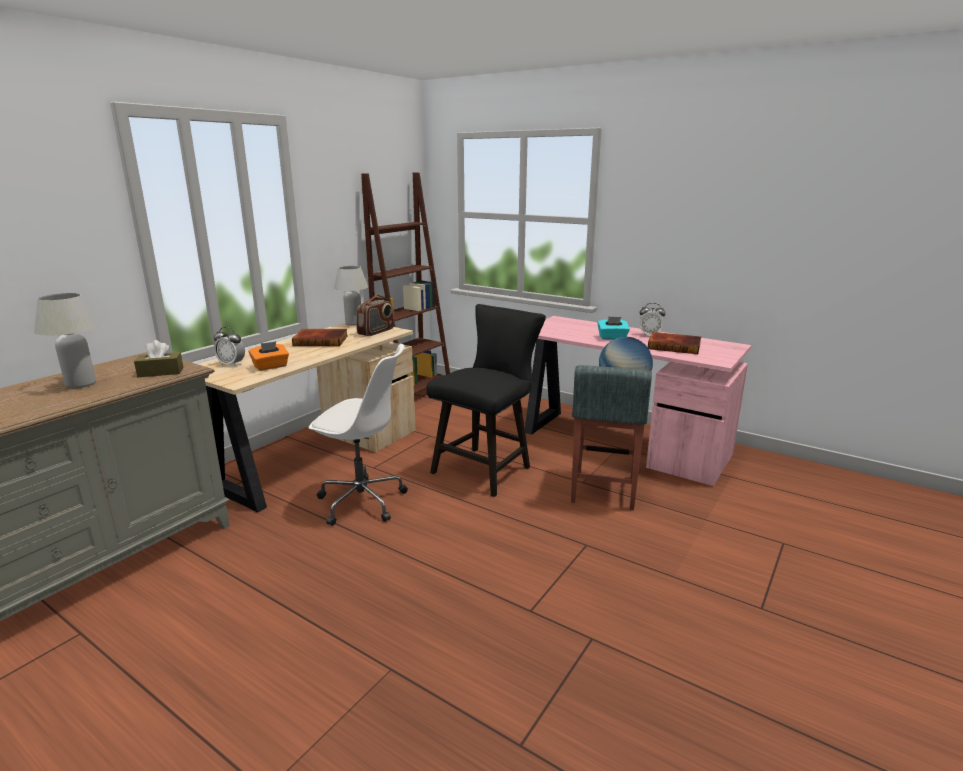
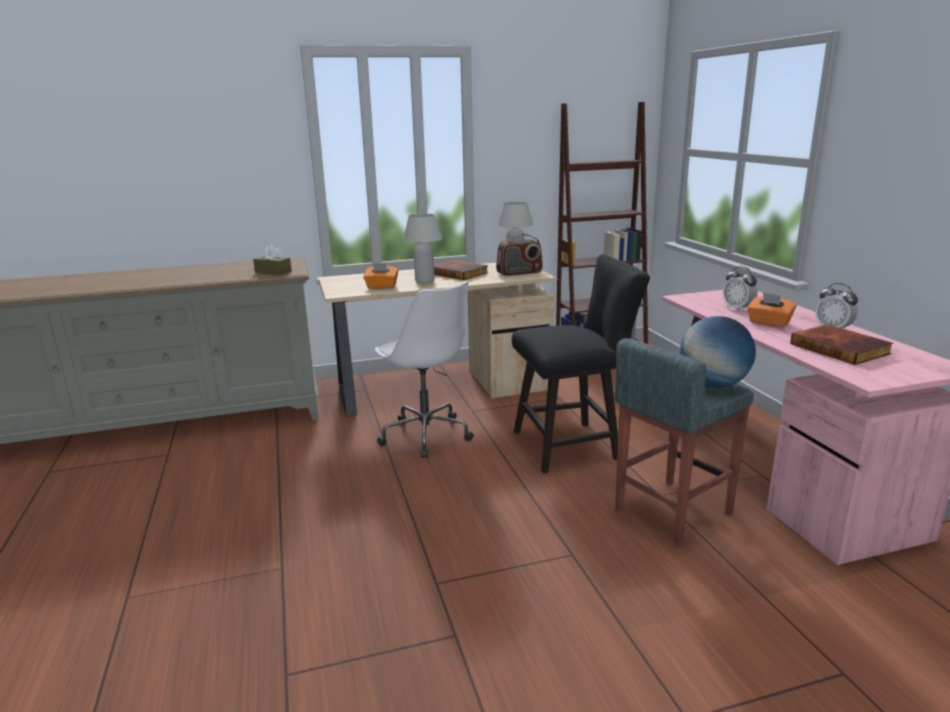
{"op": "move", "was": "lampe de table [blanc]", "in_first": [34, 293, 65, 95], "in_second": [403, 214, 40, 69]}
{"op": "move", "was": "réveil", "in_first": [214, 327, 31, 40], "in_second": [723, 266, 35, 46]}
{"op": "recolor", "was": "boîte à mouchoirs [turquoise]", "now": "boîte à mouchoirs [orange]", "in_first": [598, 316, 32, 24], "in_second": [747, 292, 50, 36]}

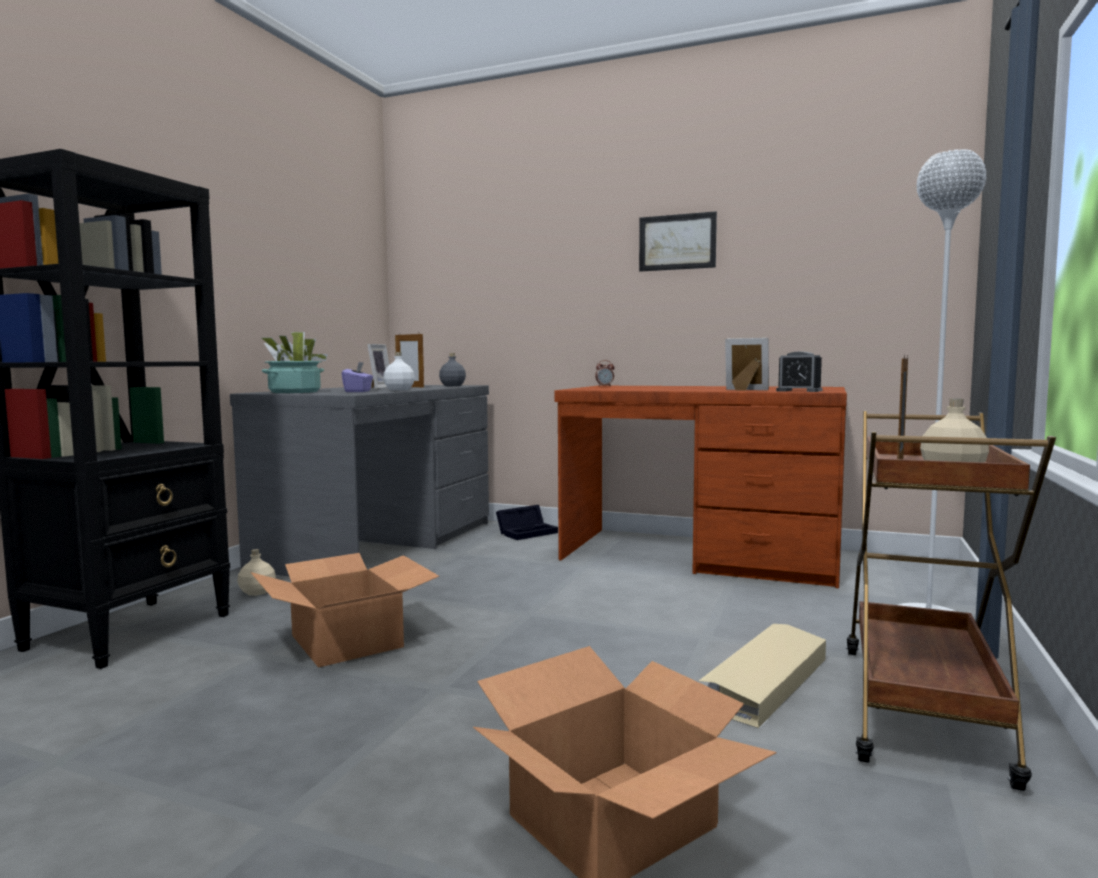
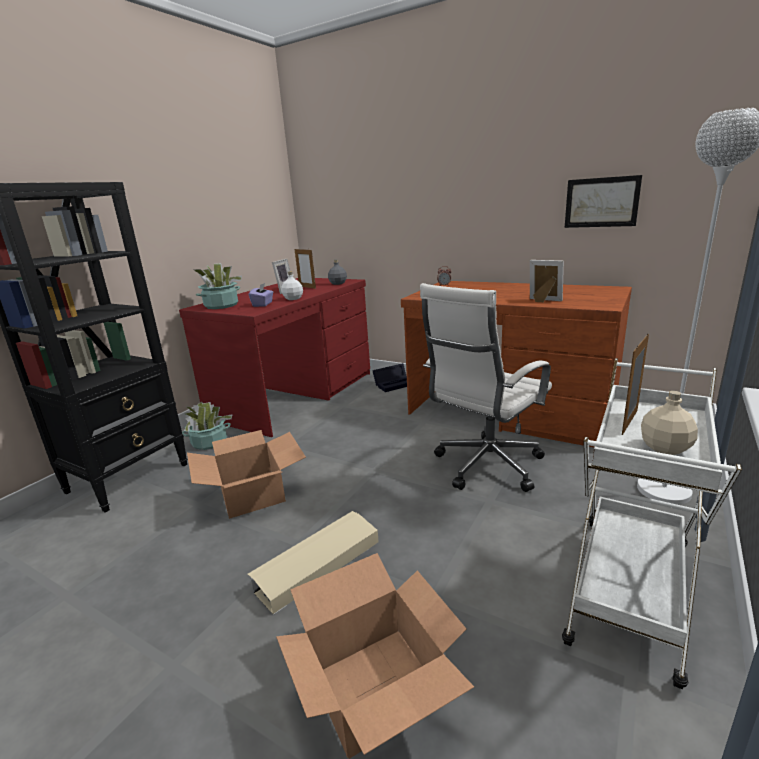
{"op": "recolor", "was": "bureau [gris]", "now": "bureau [rouge]", "in_first": [230, 385, 259, 191], "in_second": [179, 278, 191, 159]}
{"op": "replace", "was": "bouteille [beige]", "now": "plante en pot", "in_first": [237, 549, 39, 47], "in_second": [182, 402, 51, 48]}
{"op": "move", "was": "boîte de rangement [beige]", "in_first": [699, 624, 127, 105], "in_second": [248, 511, 131, 104]}
{"op": "insert", "now": "chaise de bureau [blanc]", "in_second": [420, 283, 132, 209]}
{"op": "recolor", "was": "chariot [marron]", "now": "chariot [blanc]", "in_first": [846, 411, 210, 380], "in_second": [562, 358, 180, 331]}
{"op": "move", "was": "tableau", "in_first": [639, 211, 78, 61], "in_second": [565, 175, 77, 53]}
{"op": "delete", "was": "réveil", "in_first": [776, 351, 47, 41]}

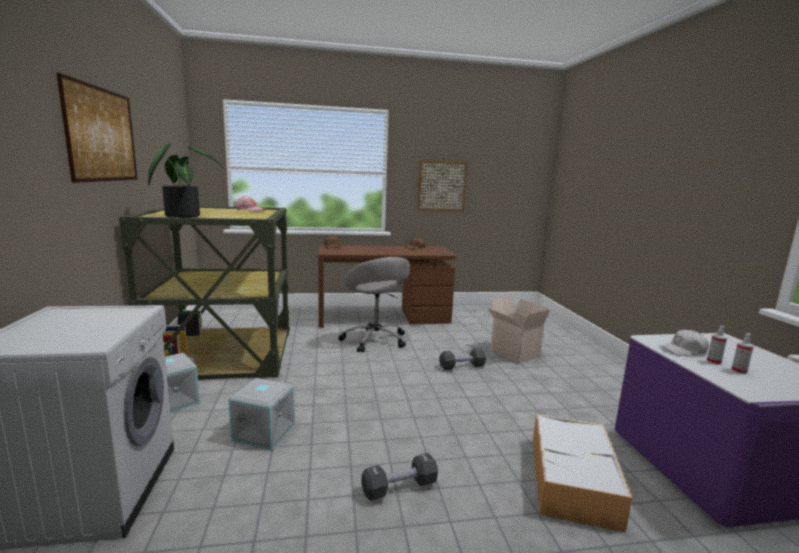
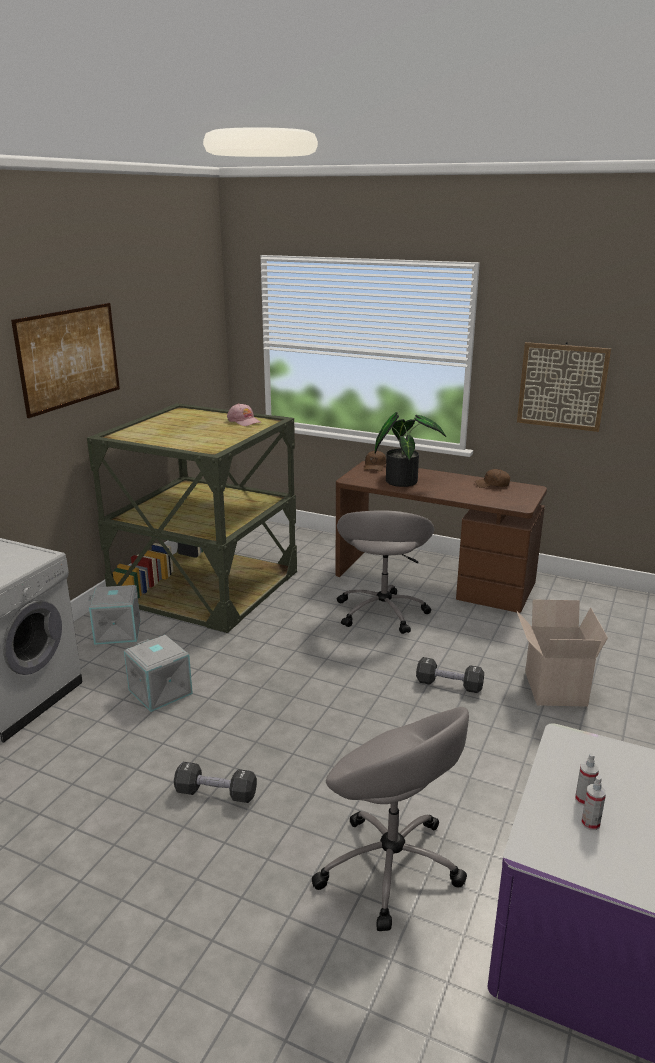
{"op": "replace", "was": "boîte de rangement", "now": "chaise de bureau [gris]", "in_first": [533, 414, 99, 119], "in_second": [312, 707, 157, 224]}
{"op": "move", "was": "plante en pot", "in_first": [148, 143, 76, 75], "in_second": [375, 412, 71, 75]}
{"op": "delete", "was": "casquette [blanc]", "in_first": [660, 330, 49, 26]}

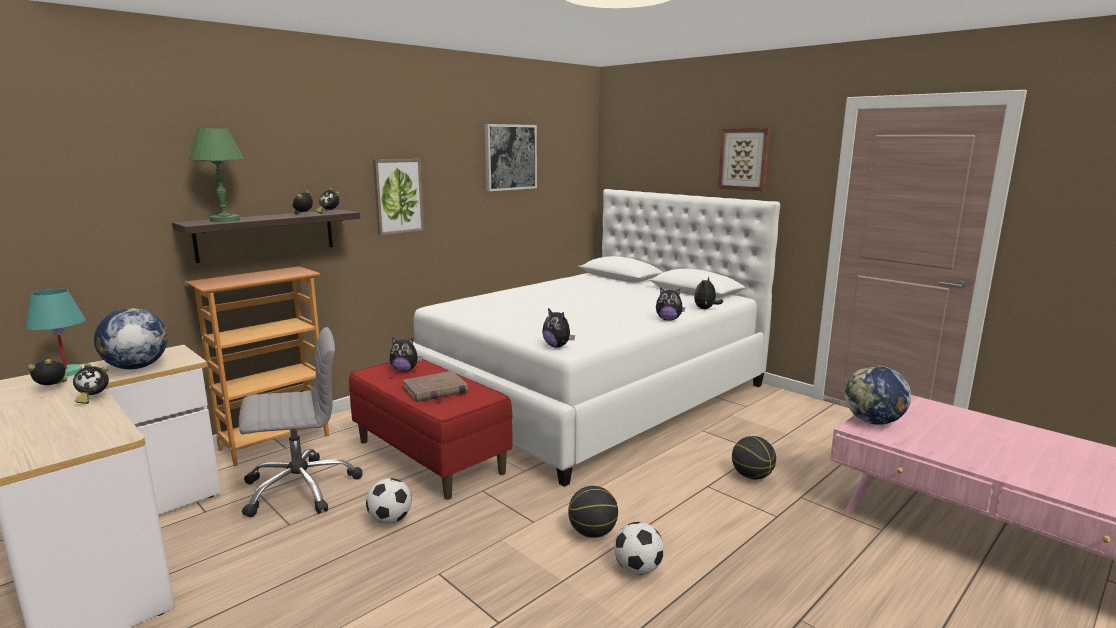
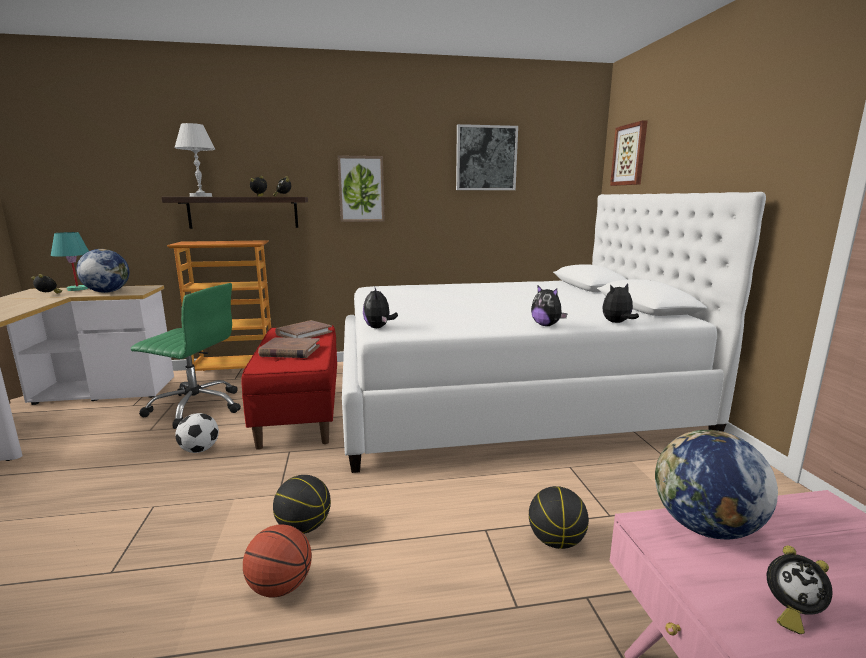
{"op": "recolor", "was": "chaise de bureau [gris]", "now": "chaise de bureau [vert]", "in_first": [239, 327, 124, 190], "in_second": [131, 283, 110, 146]}
{"op": "recolor", "was": "lampe de table [vert]", "now": "lampe de table [blanc]", "in_first": [189, 128, 55, 94], "in_second": [174, 123, 41, 74]}
{"op": "replace", "was": "ballon de foot", "now": "ballon de basket", "in_first": [614, 522, 50, 53], "in_second": [243, 524, 69, 74]}
{"op": "replace", "was": "peluche", "now": "livre [marron]", "in_first": [390, 338, 32, 34], "in_second": [275, 320, 57, 18]}
{"op": "move", "was": "tableau", "in_first": [718, 128, 52, 63], "in_second": [610, 120, 38, 66]}
{"op": "move", "was": "réveil", "in_first": [73, 363, 36, 41], "in_second": [767, 545, 66, 89]}

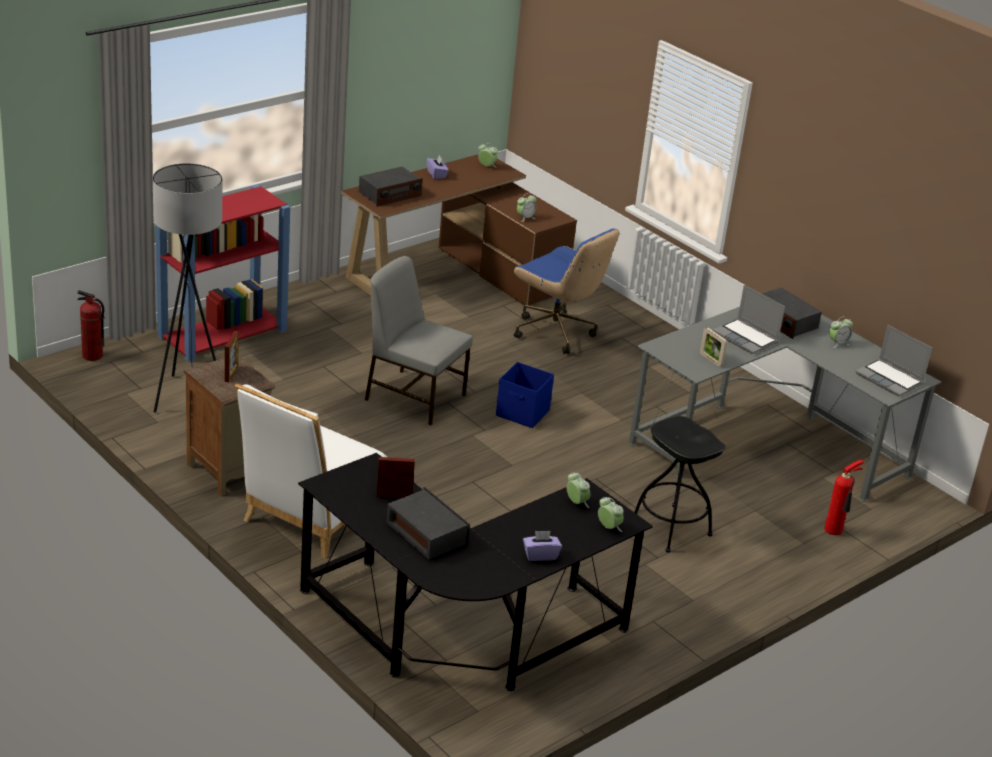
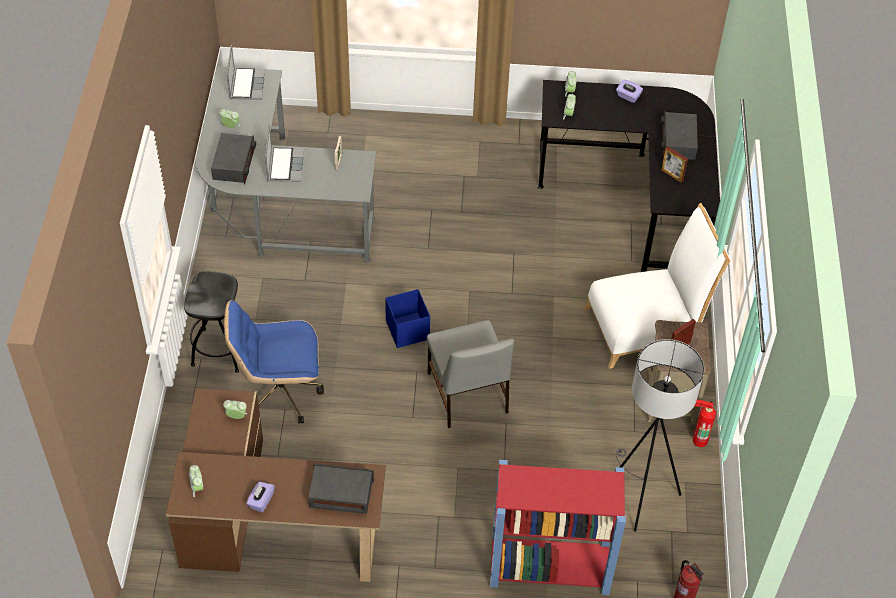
{"op": "move", "was": "tabouret [noir]", "in_first": [634, 416, 92, 137], "in_second": [184, 271, 55, 102]}
{"op": "rotate", "was": "chaise de bureau [bleu]", "in_first": [514, 229, 105, 125], "in_second": [224, 300, 100, 123], "clockwise": -90}
{"op": "move", "was": "extincteur", "in_first": [824, 460, 40, 75], "in_second": [693, 400, 23, 47]}

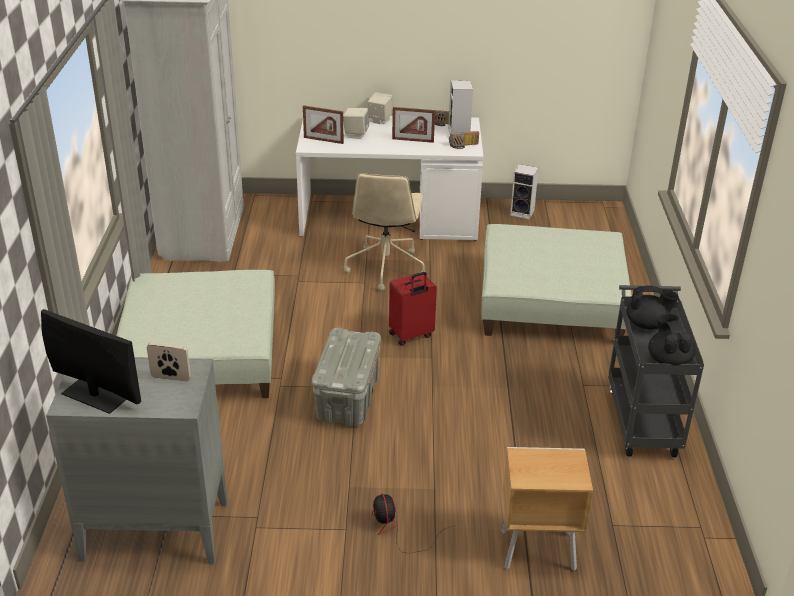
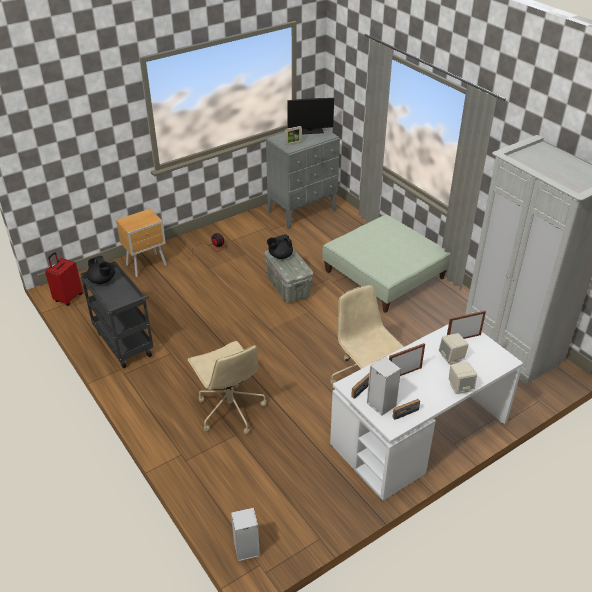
{"op": "move", "was": "valise [rouge]", "in_first": [389, 272, 48, 74], "in_second": [45, 252, 38, 54]}
{"op": "replace", "was": "pouf [vert]", "now": "chaise de bureau [beige]", "in_first": [481, 224, 151, 112], "in_second": [188, 341, 79, 93]}
{"op": "move", "was": "enceinte", "in_first": [510, 164, 29, 56], "in_second": [231, 507, 29, 55]}
{"op": "move", "was": "théière [noir]", "in_first": [626, 285, 53, 44], "in_second": [267, 234, 26, 25]}

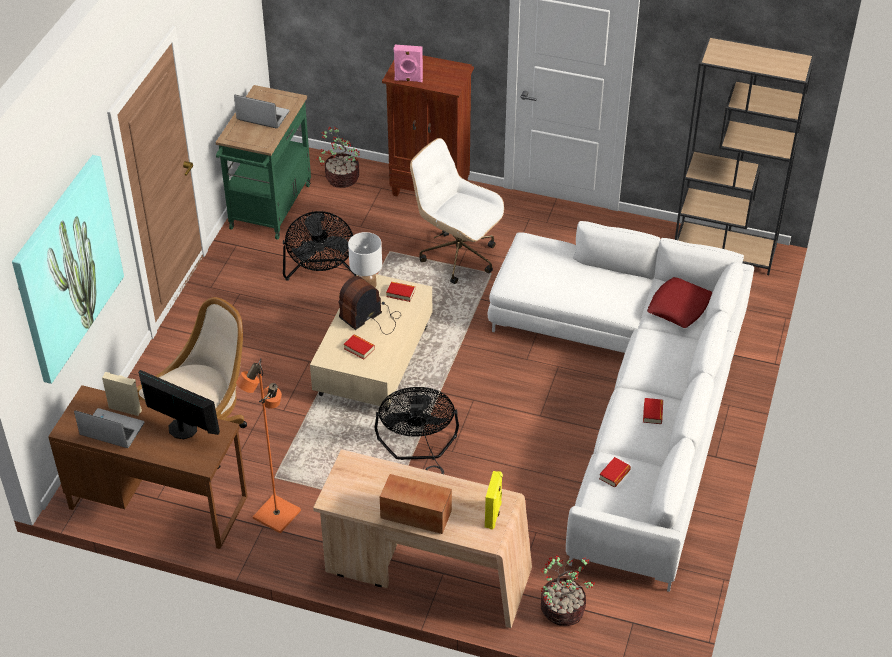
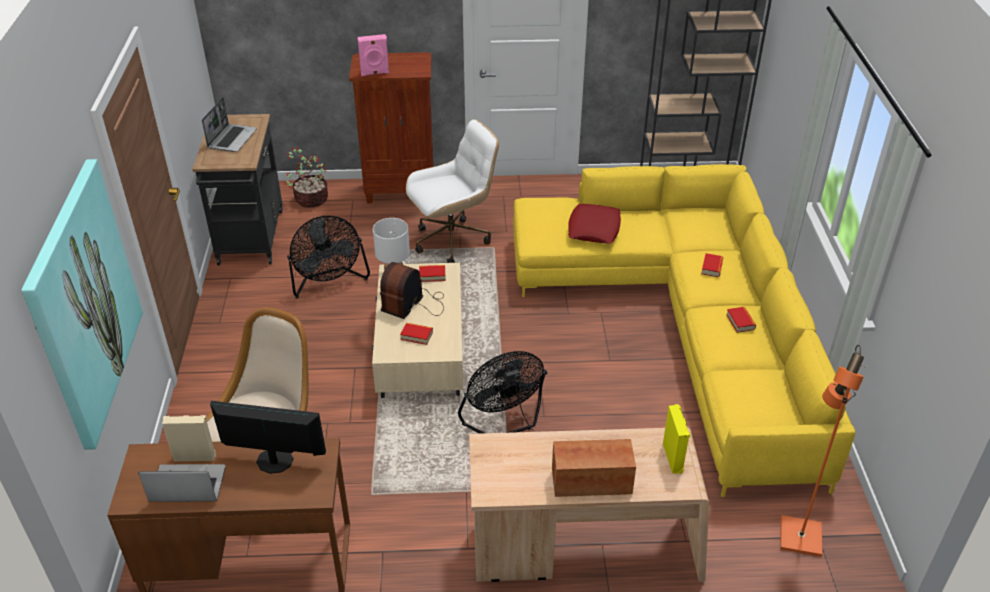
{"op": "recolor", "was": "chariot [vert]", "now": "chariot [noir]", "in_first": [216, 85, 95, 155], "in_second": [192, 114, 91, 152]}
{"op": "rotate", "was": "ordinateur portable", "in_first": [234, 95, 56, 33], "in_second": [202, 97, 55, 55], "clockwise": 105}
{"op": "rotate", "was": "chaise de bureau [blanc]", "in_first": [410, 138, 94, 146], "in_second": [406, 119, 93, 144], "clockwise": 135}
{"op": "recolor", "was": "canapé [blanc]", "now": "canapé [jaune]", "in_first": [488, 221, 266, 371], "in_second": [513, 164, 342, 333]}
{"op": "move", "was": "coussin [rouge]", "in_first": [647, 277, 65, 51], "in_second": [568, 204, 53, 40]}
{"op": "move", "was": "livre", "in_first": [599, 457, 32, 30], "in_second": [701, 253, 23, 24]}
{"op": "move", "was": "lampadaire [orange]", "in_first": [236, 358, 65, 175], "in_second": [780, 345, 87, 212]}
{"op": "delete", "was": "plante en pot", "in_first": [540, 555, 55, 71]}

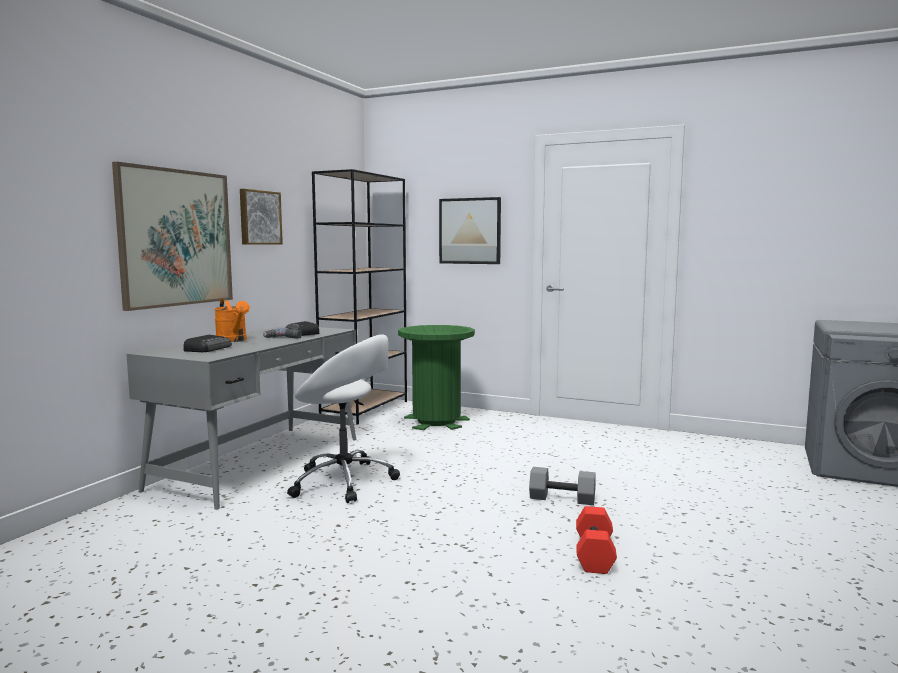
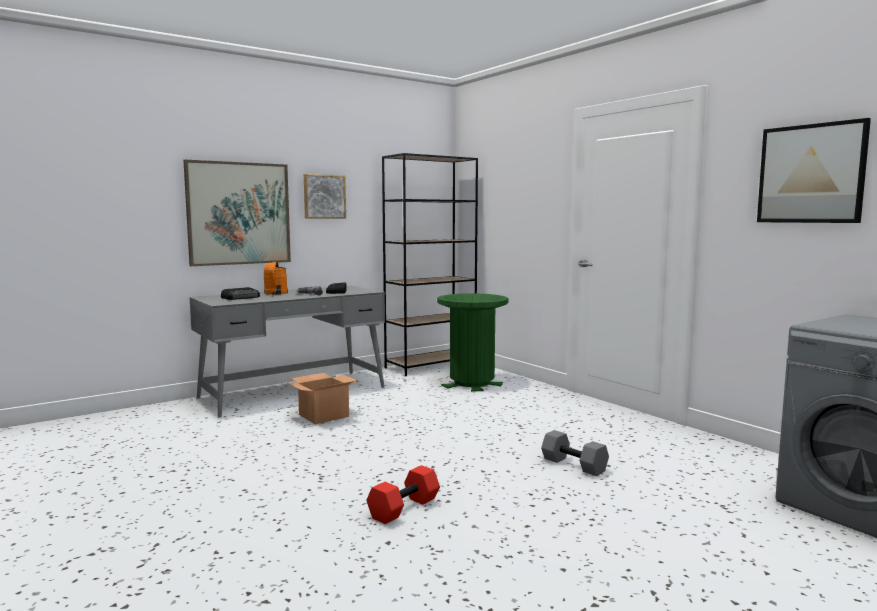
{"op": "replace", "was": "chaise de bureau [blanc]", "now": "carton", "in_first": [287, 334, 113, 169], "in_second": [287, 373, 72, 51]}
{"op": "move", "was": "haltère [gris]", "in_first": [529, 467, 67, 38], "in_second": [541, 430, 68, 46]}
{"op": "move", "was": "tableau", "in_first": [439, 197, 62, 67], "in_second": [757, 118, 114, 105]}

